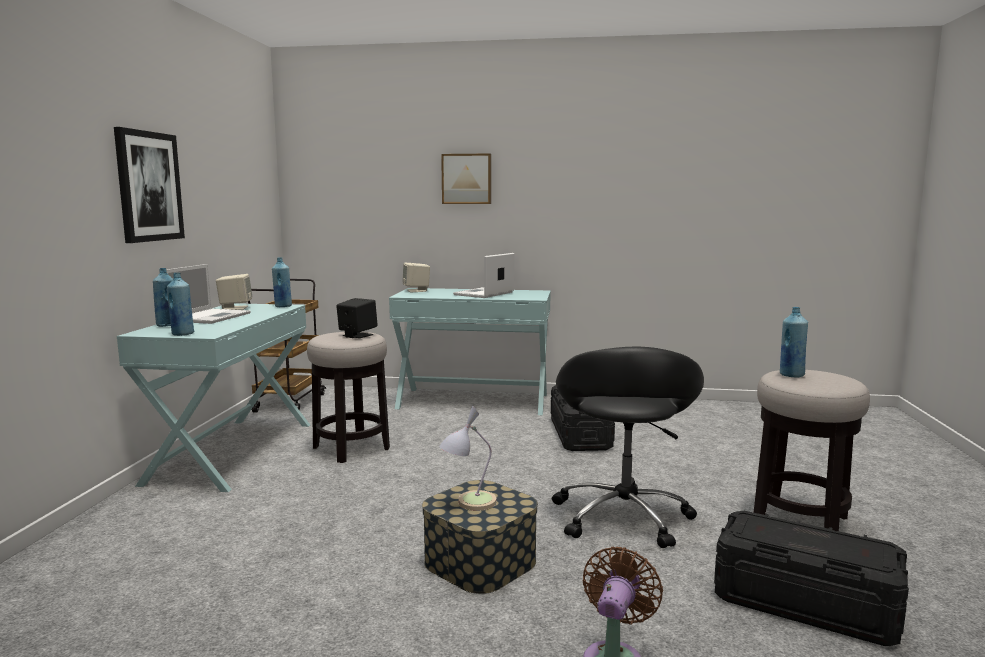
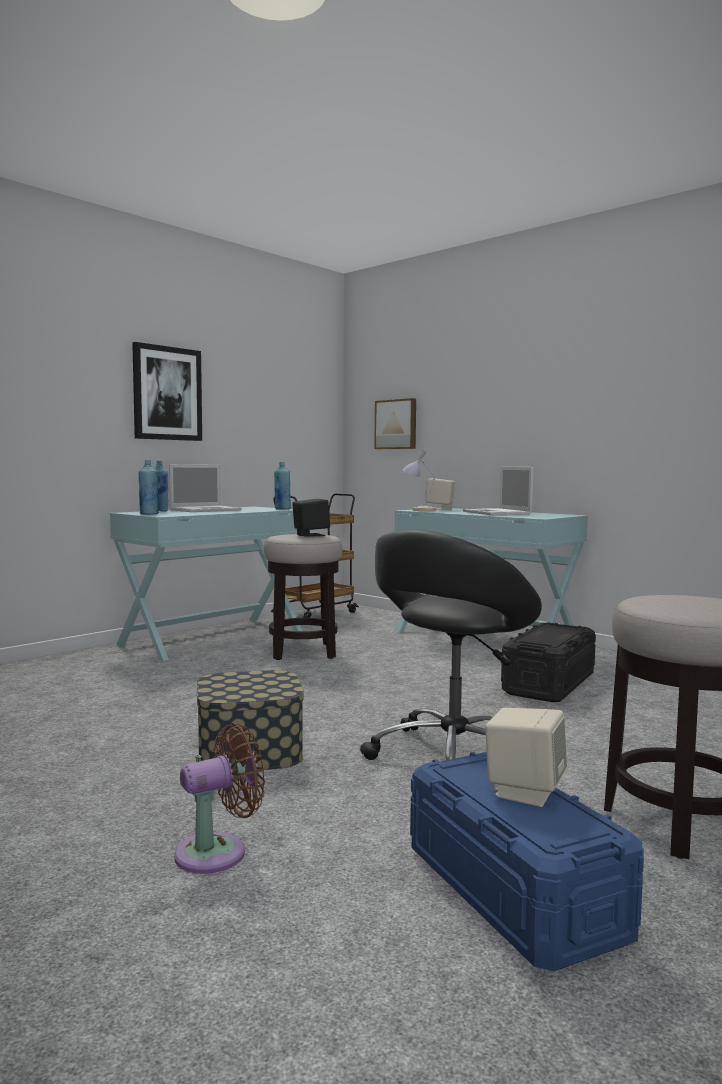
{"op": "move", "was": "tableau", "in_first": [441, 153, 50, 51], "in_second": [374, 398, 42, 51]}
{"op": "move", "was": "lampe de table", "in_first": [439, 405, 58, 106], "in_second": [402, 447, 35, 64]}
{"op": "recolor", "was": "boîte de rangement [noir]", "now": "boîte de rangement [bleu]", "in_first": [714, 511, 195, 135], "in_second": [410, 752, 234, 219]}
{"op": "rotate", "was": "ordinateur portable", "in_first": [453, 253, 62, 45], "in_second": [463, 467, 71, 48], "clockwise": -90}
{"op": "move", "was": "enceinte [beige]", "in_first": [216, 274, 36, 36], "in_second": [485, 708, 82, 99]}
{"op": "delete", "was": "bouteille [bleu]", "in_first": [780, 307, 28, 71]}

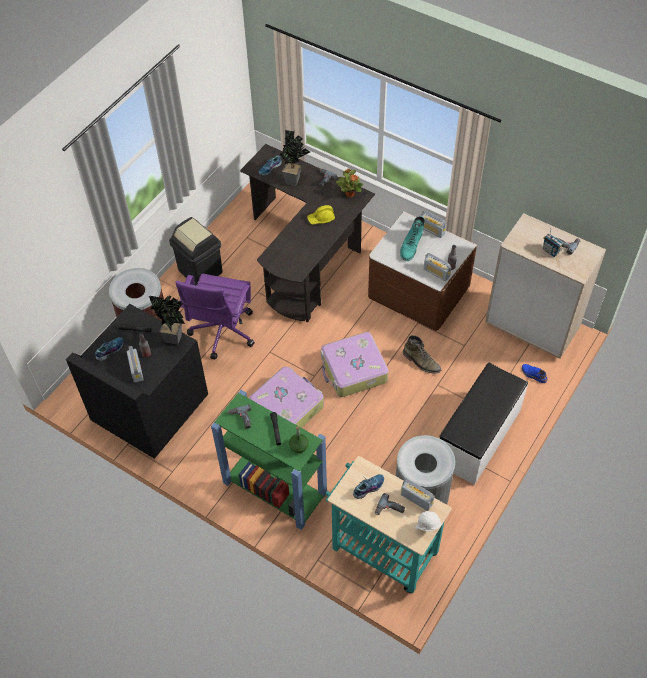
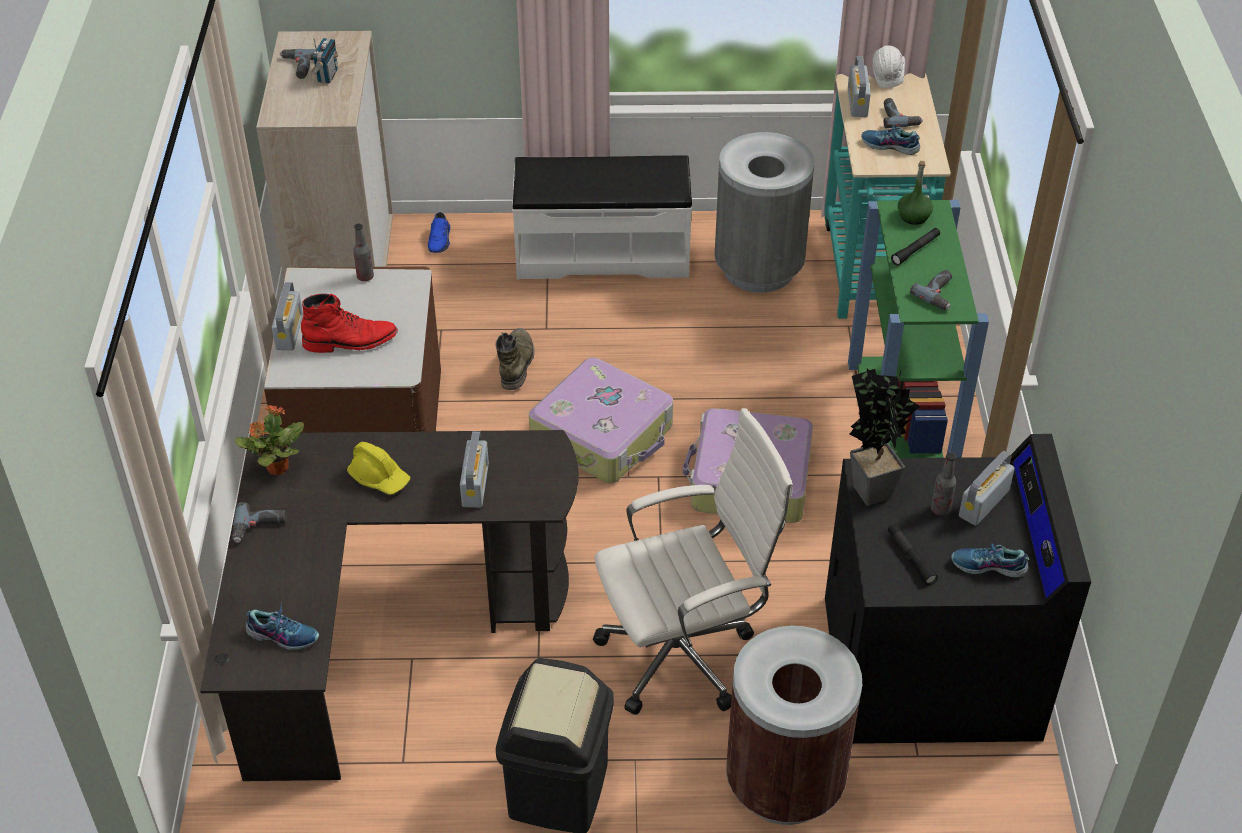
{"op": "recolor", "was": "botte [turquoise]", "now": "botte [rouge]", "in_first": [400, 216, 25, 45], "in_second": [301, 294, 97, 59]}
{"op": "move", "was": "radio", "in_first": [424, 253, 27, 28], "in_second": [460, 431, 29, 77]}
{"op": "recolor", "was": "chaise de bureau [violet]", "now": "chaise de bureau [blanc]", "in_first": [175, 274, 80, 85], "in_second": [593, 408, 200, 307]}
{"op": "delete", "was": "plante en pot", "in_first": [280, 130, 30, 56]}

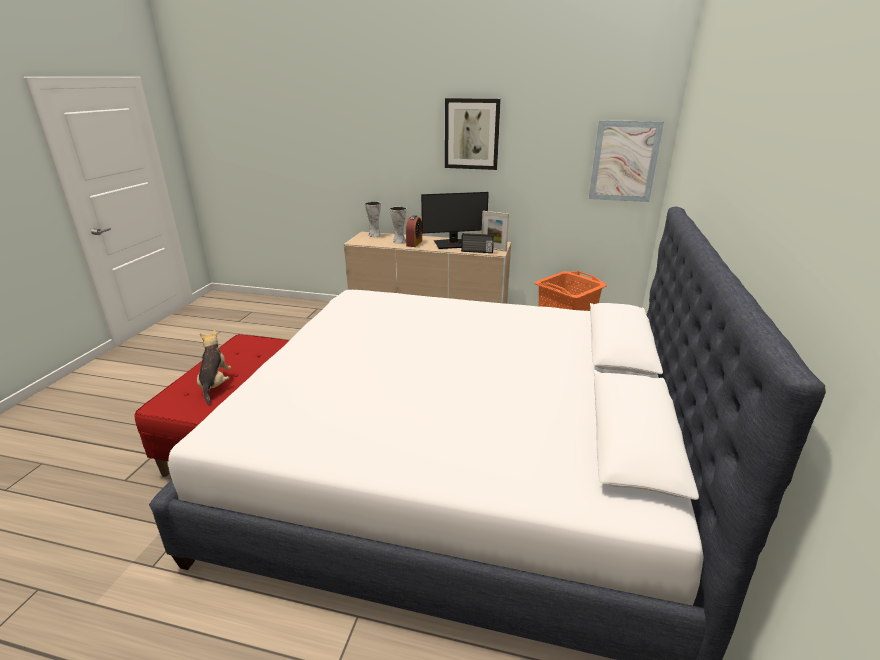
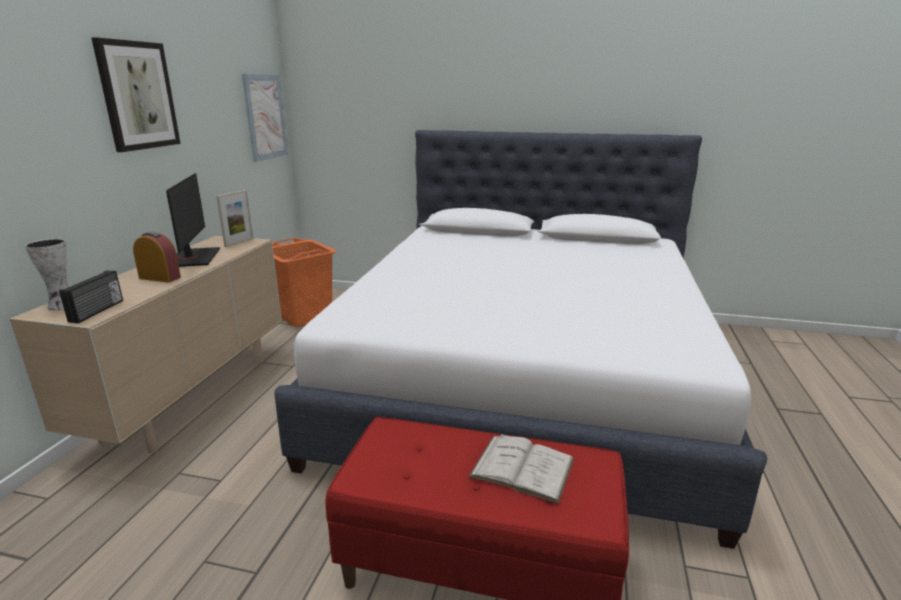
{"op": "move", "was": "radio", "in_first": [461, 233, 33, 20], "in_second": [59, 270, 64, 53]}
{"op": "replace", "was": "peluche", "now": "livre [blanc]", "in_first": [197, 330, 34, 75], "in_second": [468, 434, 106, 70]}
{"op": "delete", "was": "vase", "in_first": [390, 206, 17, 37]}

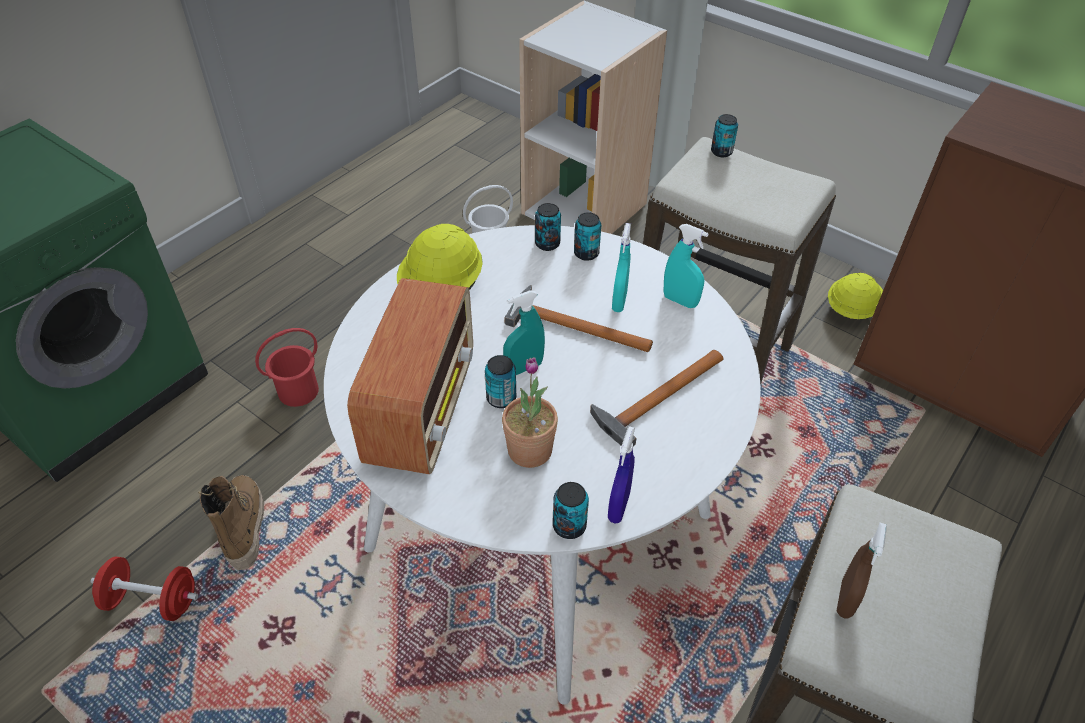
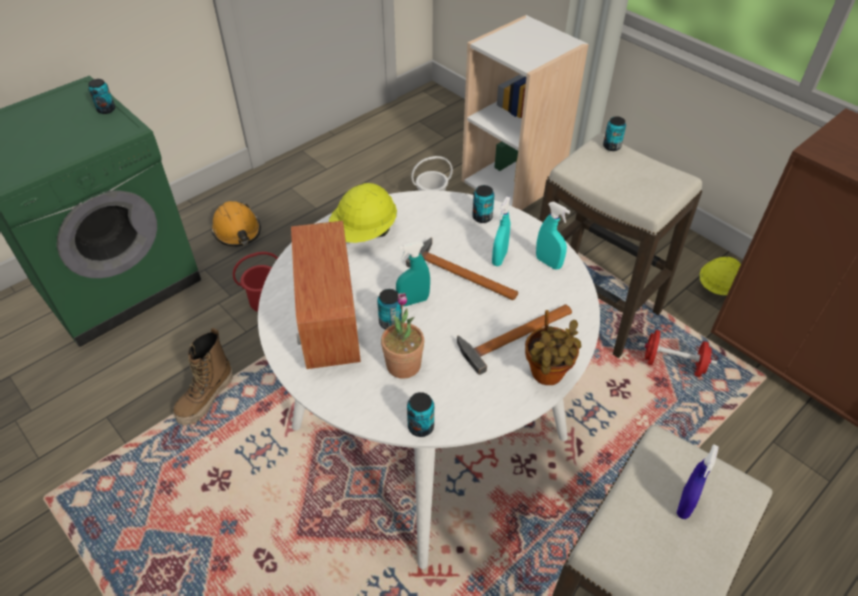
{"op": "move", "was": "boîte métallique", "in_first": [535, 203, 26, 48], "in_second": [88, 79, 27, 35]}
{"op": "rotate", "was": "botte", "in_first": [198, 475, 66, 95], "in_second": [173, 328, 60, 97], "clockwise": -150}
{"op": "insert", "now": "casque de chantier [orange]", "in_second": [211, 201, 50, 46]}
{"op": "rotate", "was": "radio", "in_first": [347, 278, 126, 196], "in_second": [291, 221, 70, 148], "clockwise": 150}
{"op": "insert", "now": "plante en pot", "in_second": [525, 310, 56, 75]}
{"op": "move", "was": "haltère [rouge]", "in_first": [91, 557, 107, 64], "in_second": [639, 330, 78, 47]}
{"op": "move", "was": "vaporisateur [bleu]", "in_first": [608, 426, 27, 98], "in_second": [676, 444, 43, 75]}
{"op": "delete", "was": "vaporisateur [marron]", "in_first": [837, 522, 50, 97]}

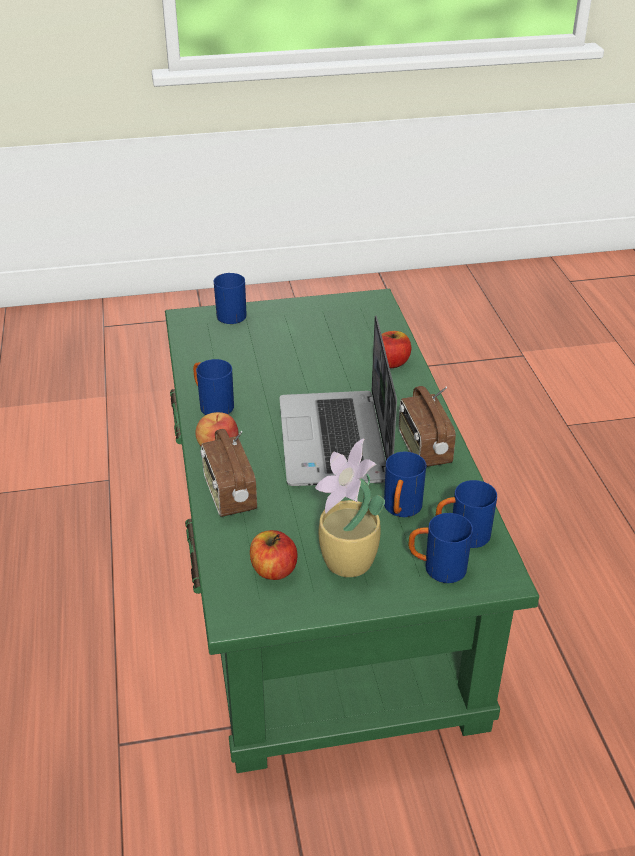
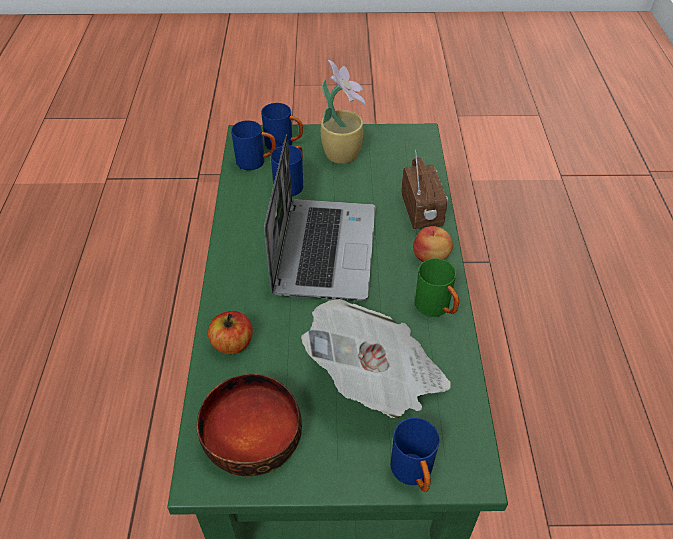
{"op": "insert", "now": "bol", "in_second": [196, 374, 106, 103]}
{"op": "insert", "now": "journal", "in_second": [301, 299, 150, 119]}
{"op": "recolor", "was": "mug [bleu]", "now": "mug [vert]", "in_first": [193, 359, 41, 56], "in_second": [415, 258, 44, 59]}
{"op": "delete", "was": "pomme", "in_first": [250, 530, 48, 50]}
{"op": "delete", "was": "radio", "in_first": [399, 386, 57, 81]}

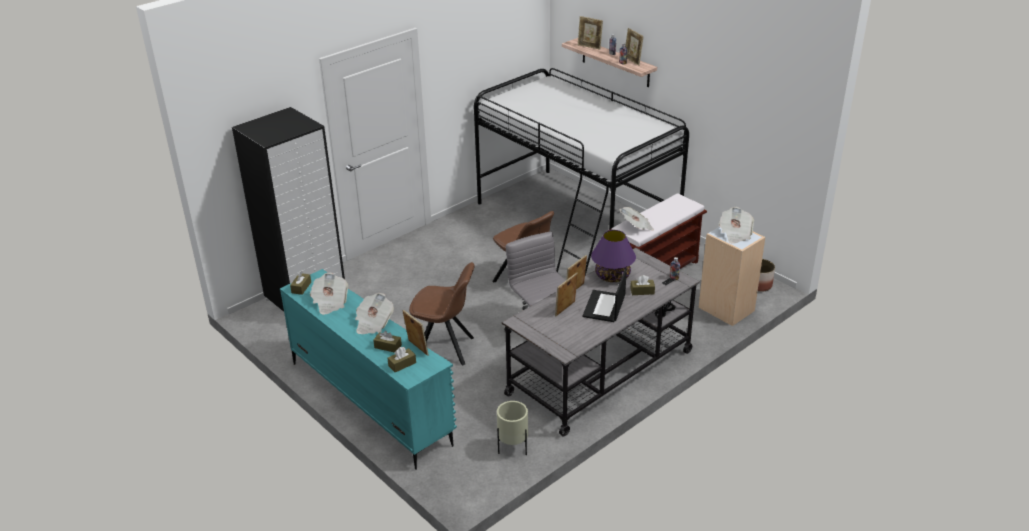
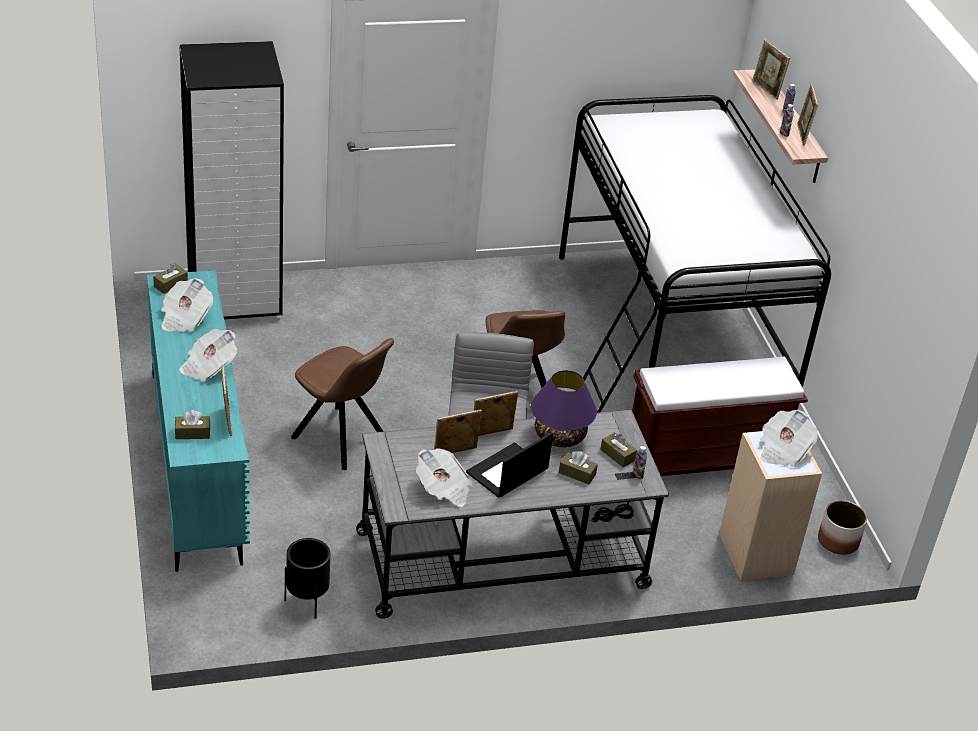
{"op": "recolor", "was": "cache-pot [beige]", "now": "cache-pot [noir]", "in_first": [497, 401, 31, 54], "in_second": [285, 538, 45, 81]}
{"op": "move", "was": "journal", "in_first": [619, 207, 35, 24], "in_second": [416, 448, 56, 59]}
{"op": "move", "was": "boîte à mouchoirs [marron]", "in_first": [373, 331, 29, 21], "in_second": [600, 432, 37, 35]}

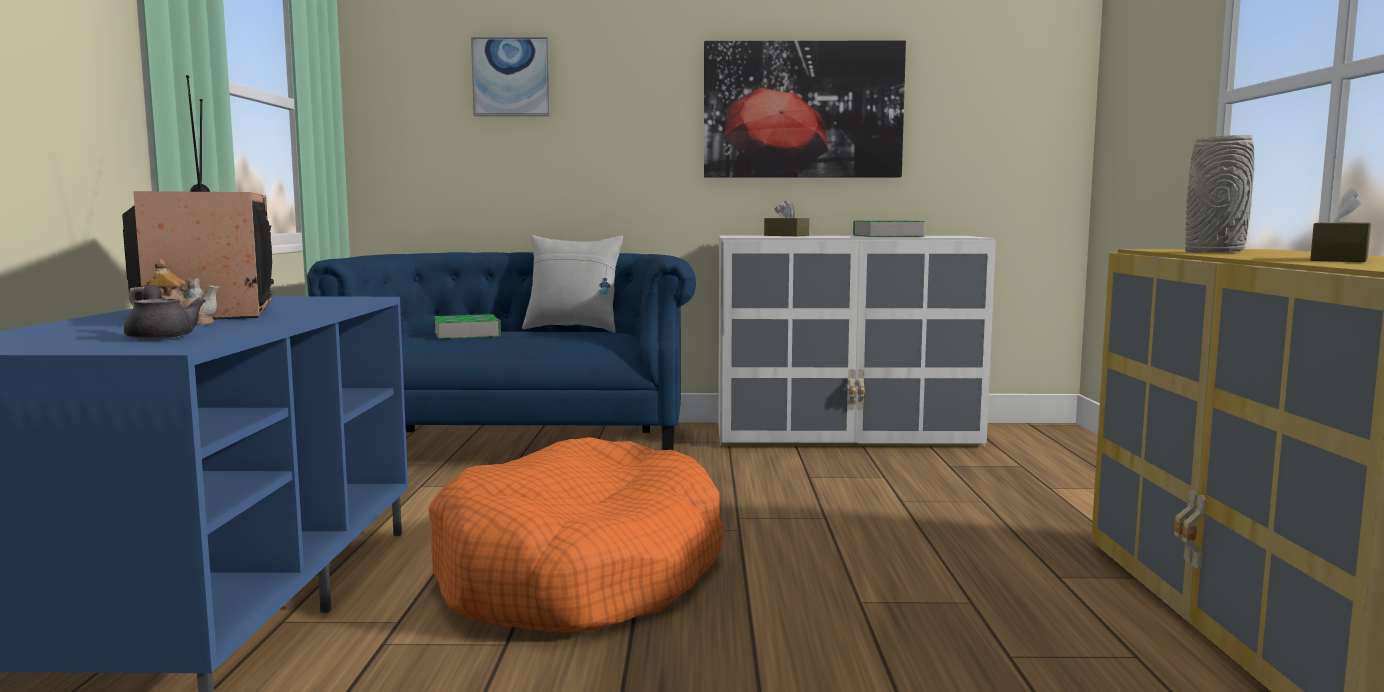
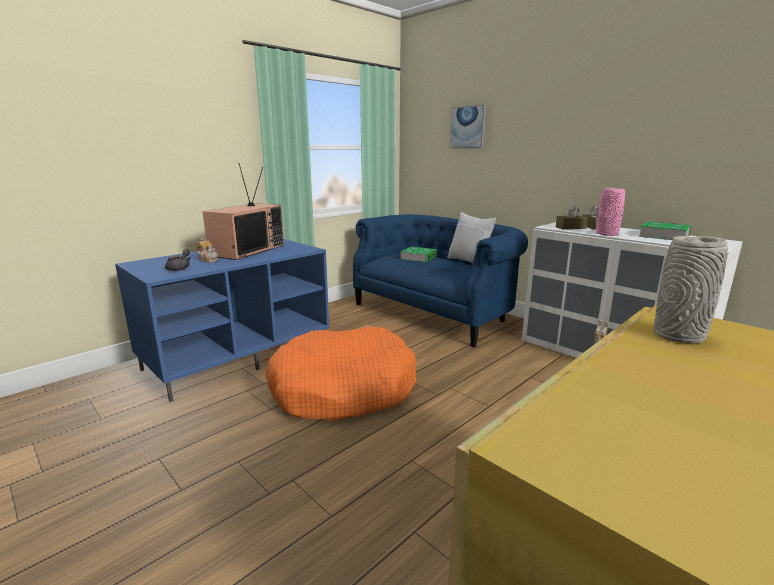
{"op": "move", "was": "boîte à mouchoirs [marron]", "in_first": [1310, 187, 61, 75], "in_second": [556, 206, 32, 23]}
{"op": "insert", "now": "vase [rose]", "in_second": [596, 188, 29, 48]}
{"op": "delete", "was": "tableau", "in_first": [704, 41, 202, 136]}

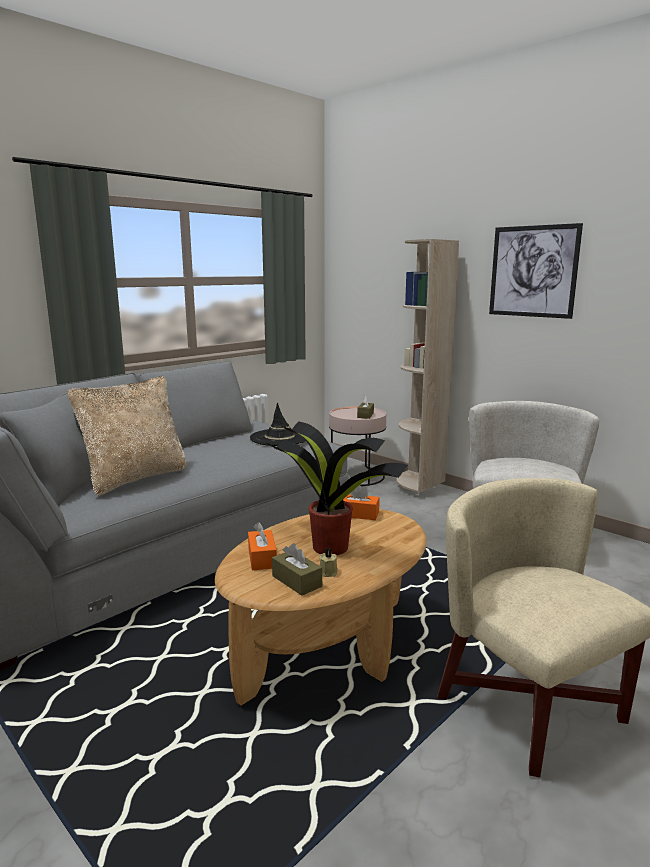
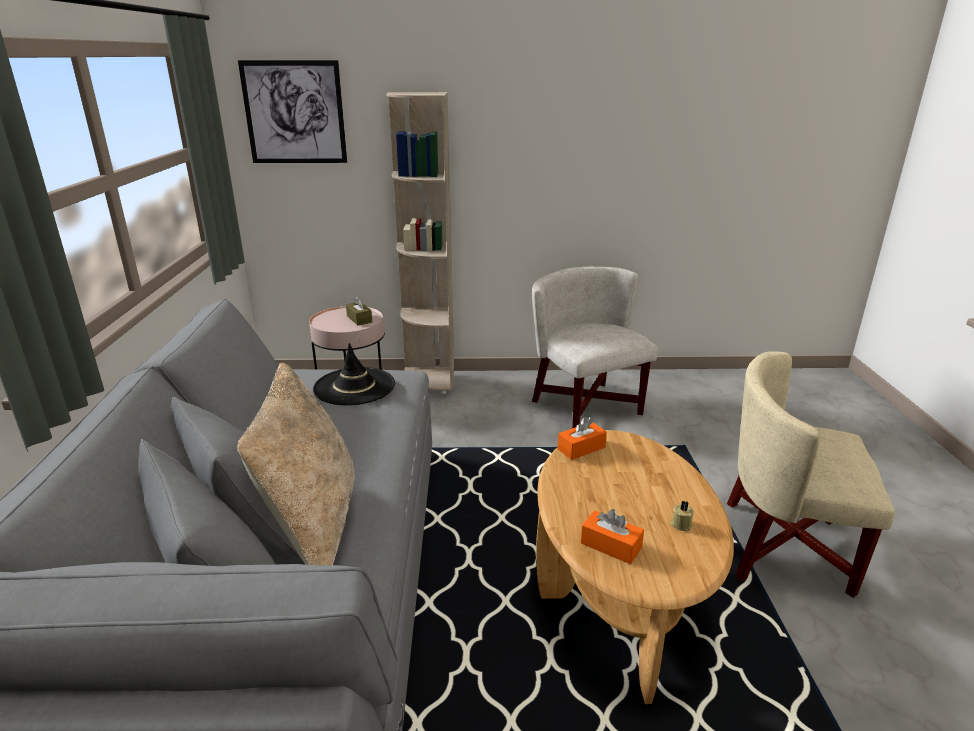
{"op": "move", "was": "tableau", "in_first": [489, 223, 94, 96], "in_second": [238, 60, 109, 103]}
{"op": "delete", "was": "plante en pot", "in_first": [265, 421, 143, 134]}
{"op": "delete", "was": "boîte à mouchoirs [marron]", "in_first": [272, 543, 50, 53]}

